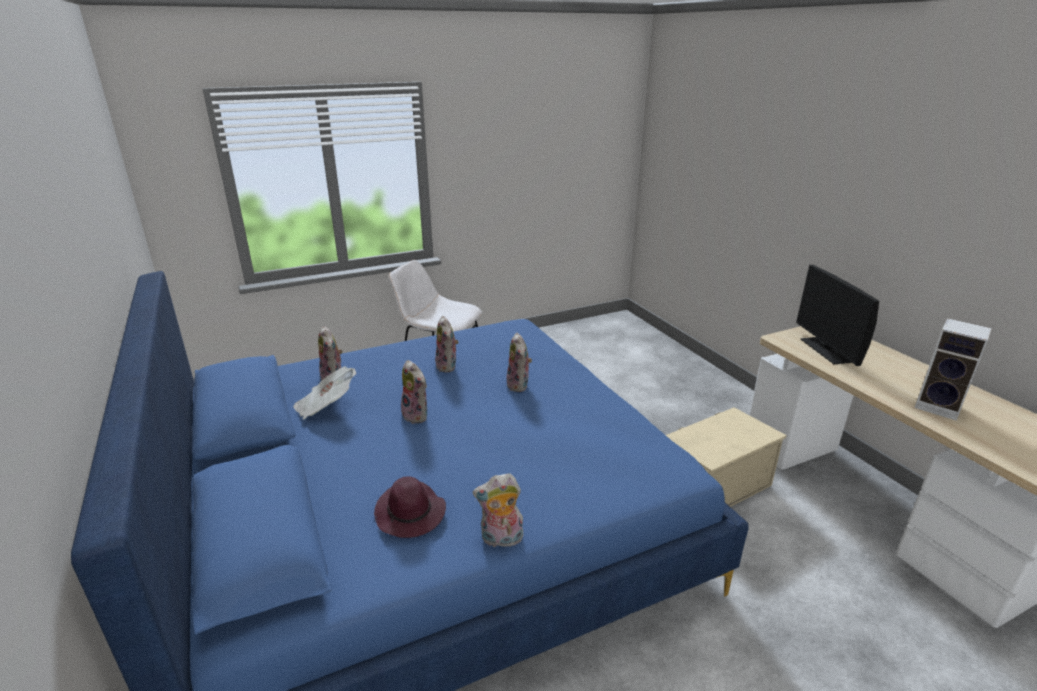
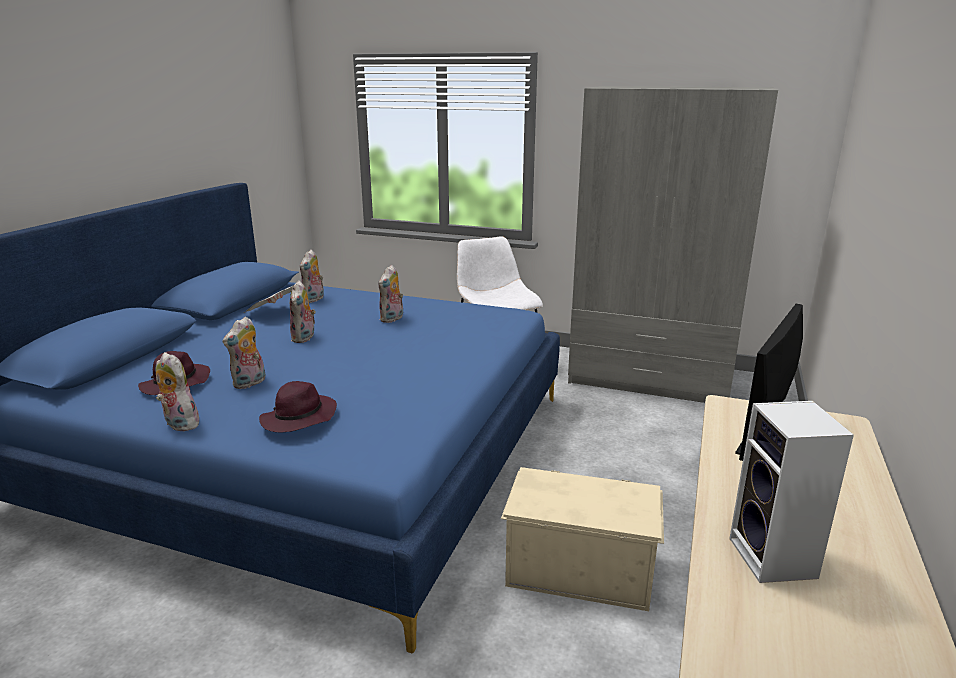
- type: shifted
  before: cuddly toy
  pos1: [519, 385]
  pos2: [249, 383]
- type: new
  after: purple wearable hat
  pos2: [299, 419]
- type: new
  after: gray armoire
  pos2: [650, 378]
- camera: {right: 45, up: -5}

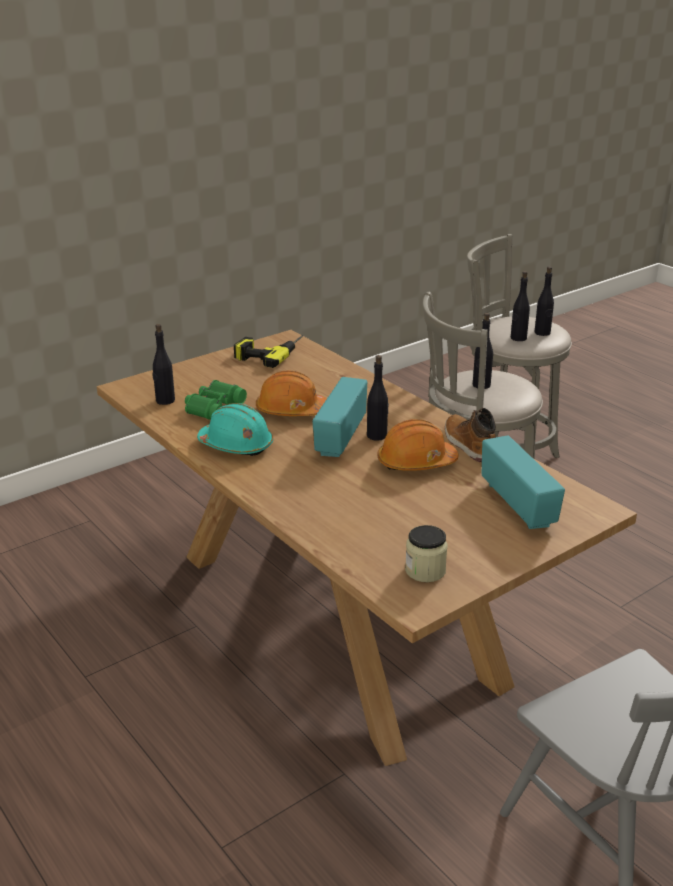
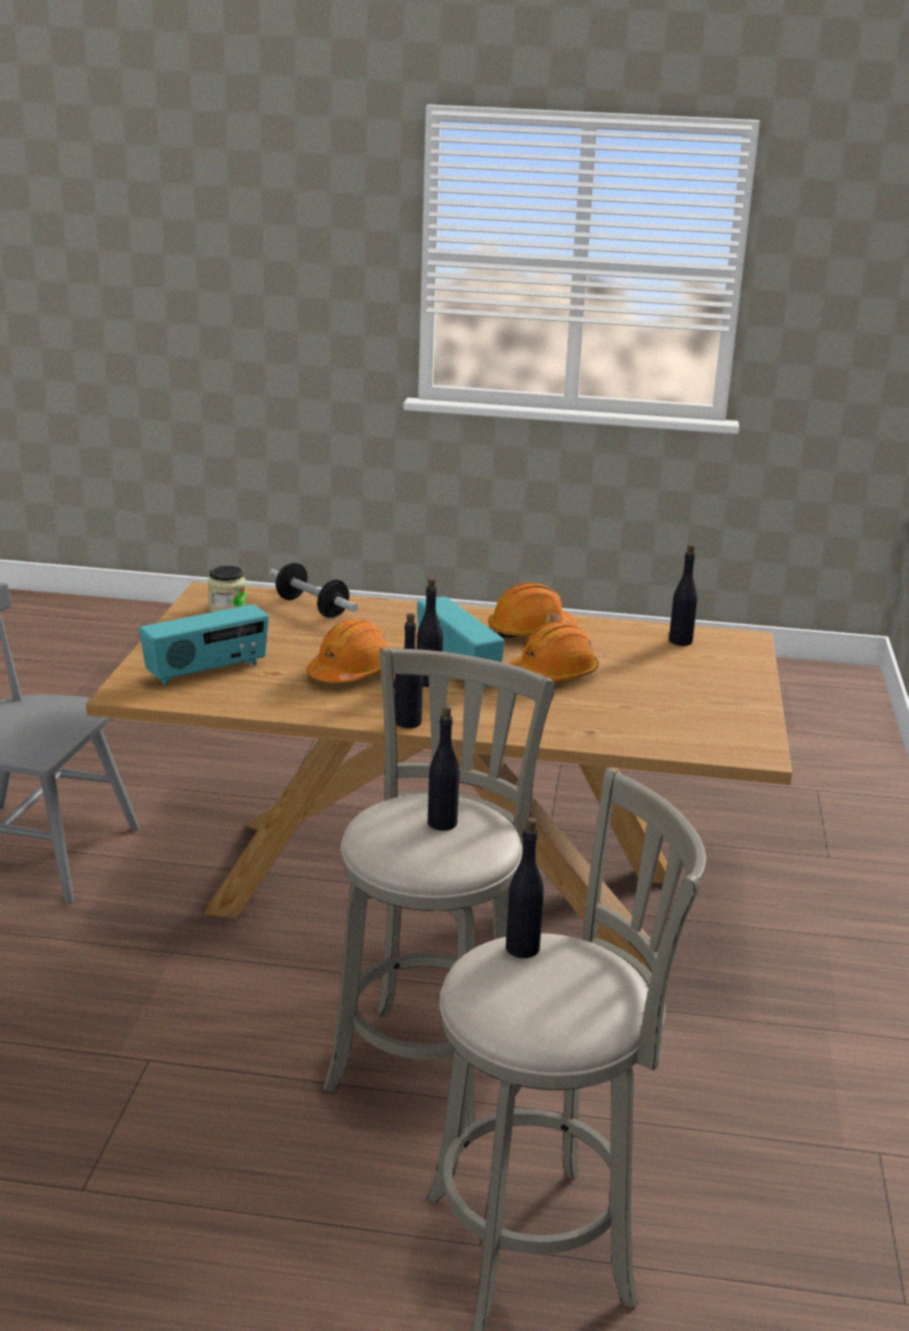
- type: gone
  before: greenish pair of binoculars
  pos1: [213, 407]
- type: repainted
  before: turquoise-coloured work helmet
  after: orange work helmet
  pos1: [236, 445]
  pos2: [530, 631]
- type: gone
  before: drill
  pos1: [269, 352]
- type: gone
  before: high-top boot
  pos1: [468, 445]
- type: rotated
  before: radio set
  pos1: [518, 505]
  pos2: [207, 671]
  turn: -60
- type: shifted
  before: black drink bottle
  pos1: [542, 333]
  pos2: [407, 722]
- type: new
  after: hand weight
  pos2: [312, 608]
- camera: {right: 135, up: -5}

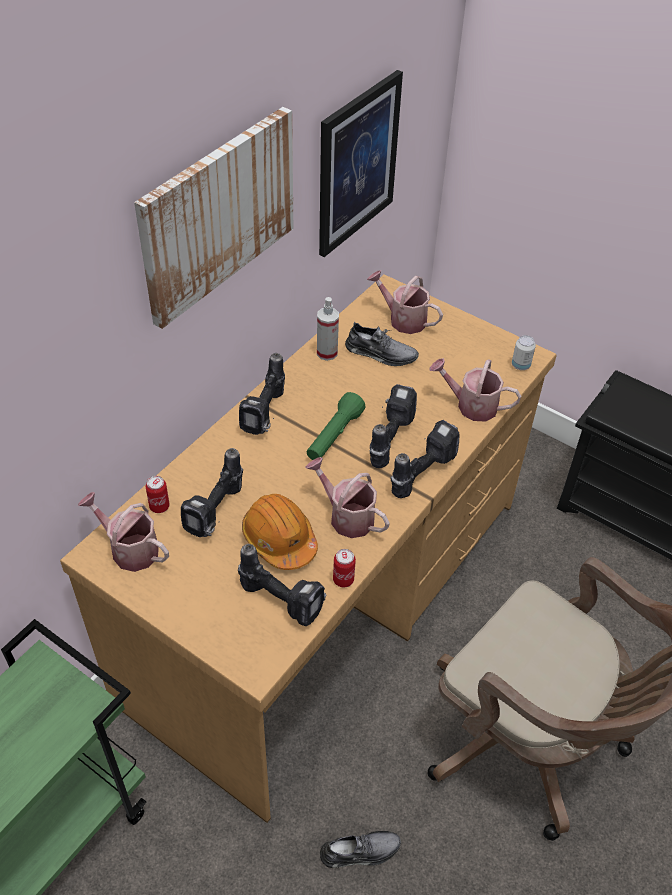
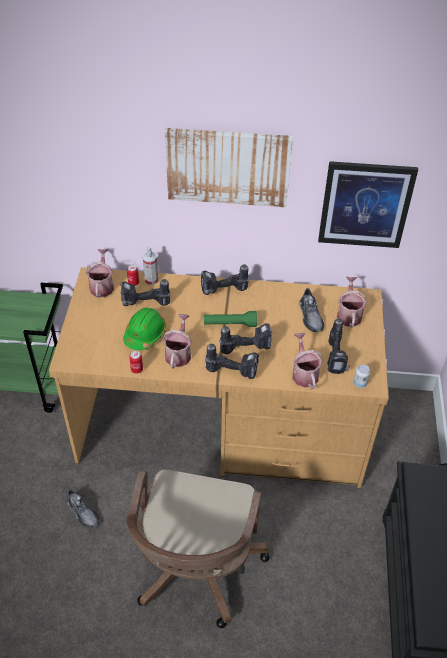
- type: shifted
  before: drill
  pos1: [284, 600]
  pos2: [337, 359]
- type: repainted
  before: orange work helmet
  after: greenish work helmet
  pos1: [279, 539]
  pos2: [145, 334]
- type: shifted
  before: spray bottle
  pos1: [327, 353]
  pos2: [151, 280]
- camera: {right: 60, up: 0}

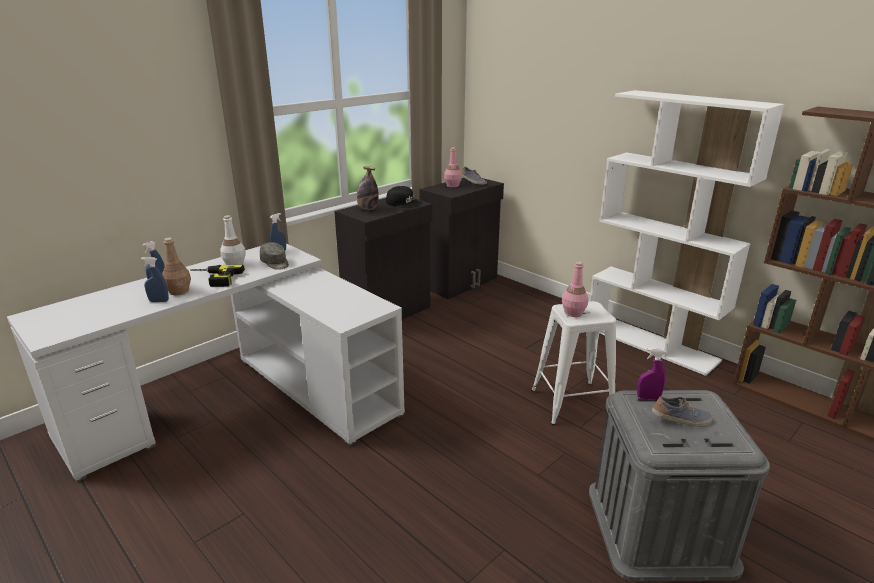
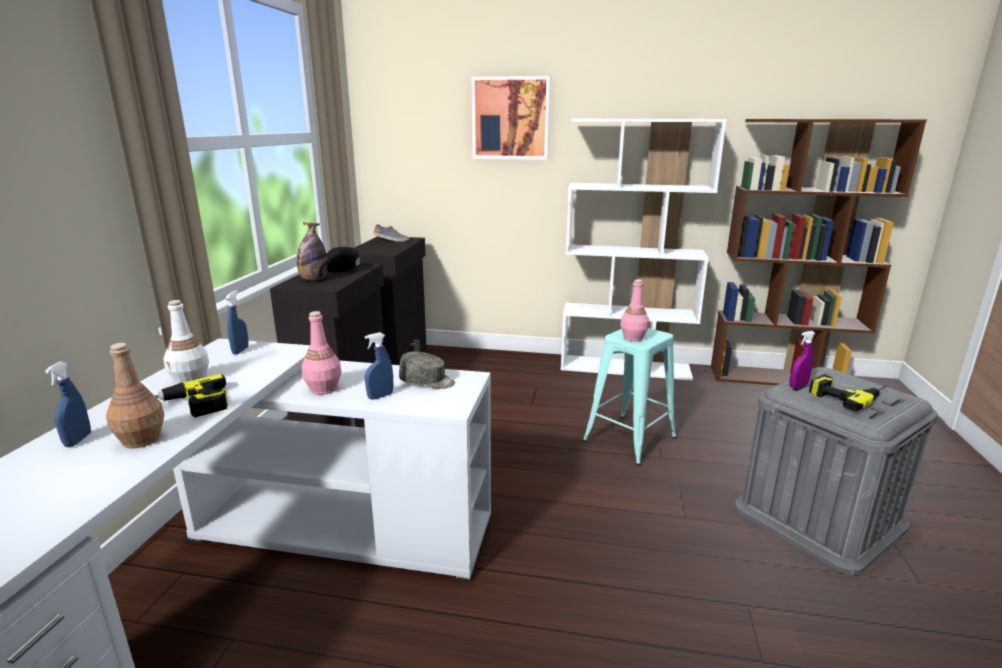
- type: shifted
  before: blue-coloured spray bottle
  pos1: [159, 301]
  pos2: [380, 396]
- type: shifted
  before: gray baseball cap
  pos1: [275, 263]
  pos2: [427, 381]
- type: shifted
  before: pink drink bottle
  pos1: [452, 185]
  pos2: [323, 389]
- type: repainted
  before: whitish stool seat
  after: turquoise-coloured stool seat
  pos1: [572, 403]
  pos2: [629, 439]
- type: swapped
  before: shoe
  after: drill
  pos1: [681, 421]
  pos2: [847, 394]
- type: new
  after: picture
  pos2: [510, 118]
- camera: {right: -35, up: -5}

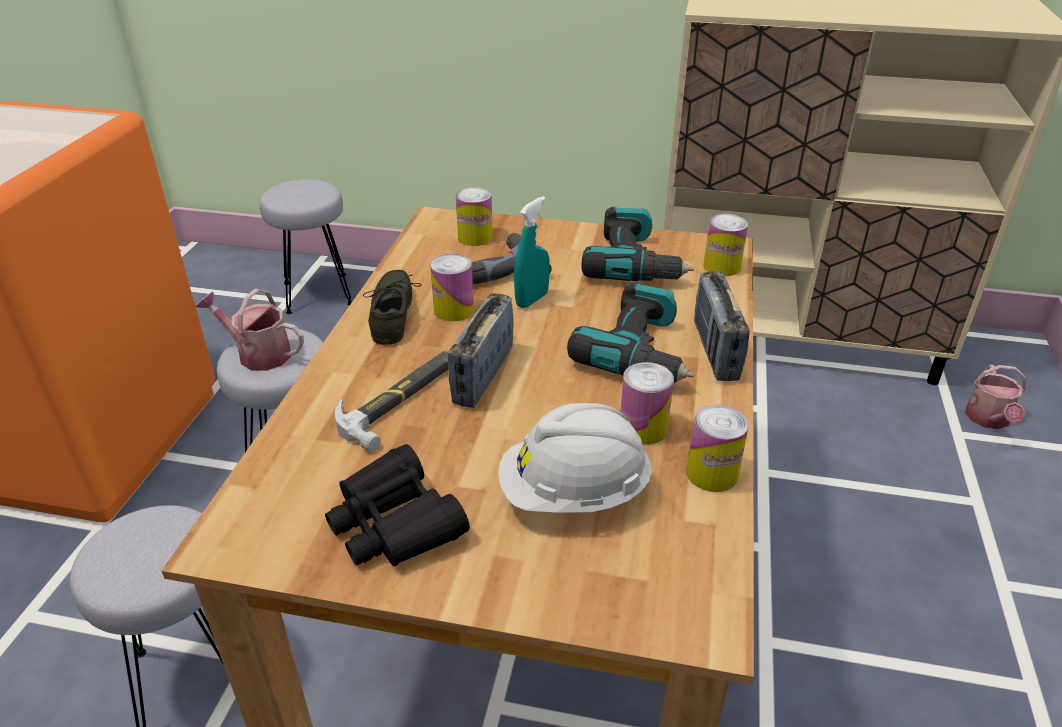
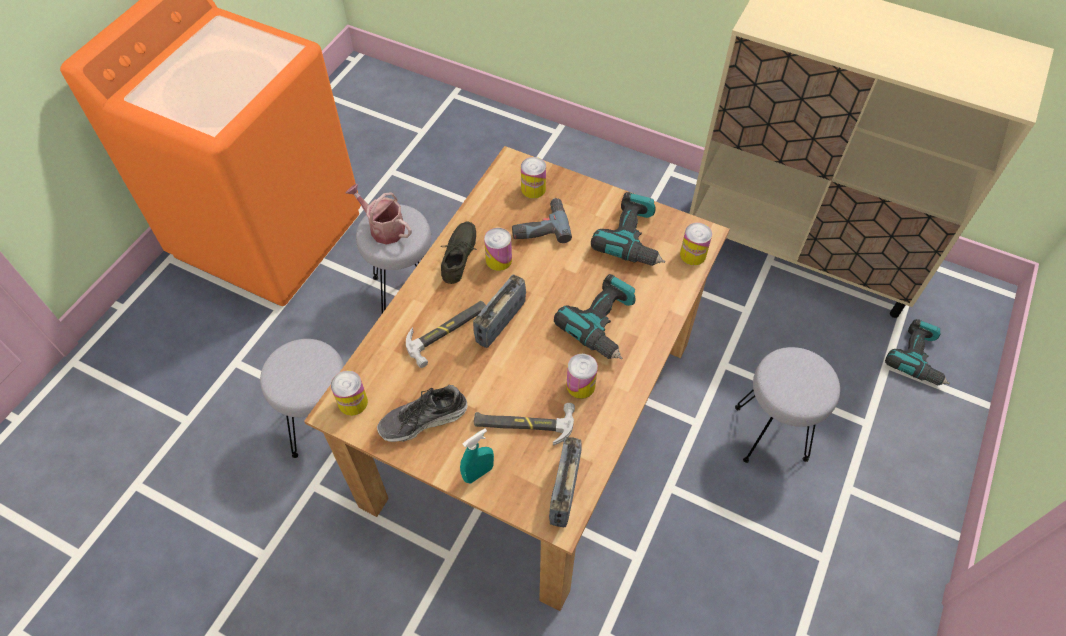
- type: shifted
  before: gray stool seat
  pos1: [317, 294]
  pos2: [770, 434]
- type: swapped
  before: black pair of binoculars
  after: shoe
  pos1: [395, 523]
  pos2: [423, 419]
- type: swapped
  before: whitish work helmet
  after: tool hammer
  pos1: [574, 493]
  pos2: [523, 423]
- type: shifted
  before: turquoise-coloured spray bottle
  pos1: [532, 300]
  pos2: [478, 473]
- type: shifted
  before: sealed can
  pos1: [712, 473]
  pos2: [353, 402]
- type: shifted
  before: radio set
  pos1: [715, 351]
  pos2: [564, 490]
- type: swapped
  before: watering can
  after: drill
  pos1: [989, 420]
  pos2: [918, 358]
- camera: {right: 15, up: 20}

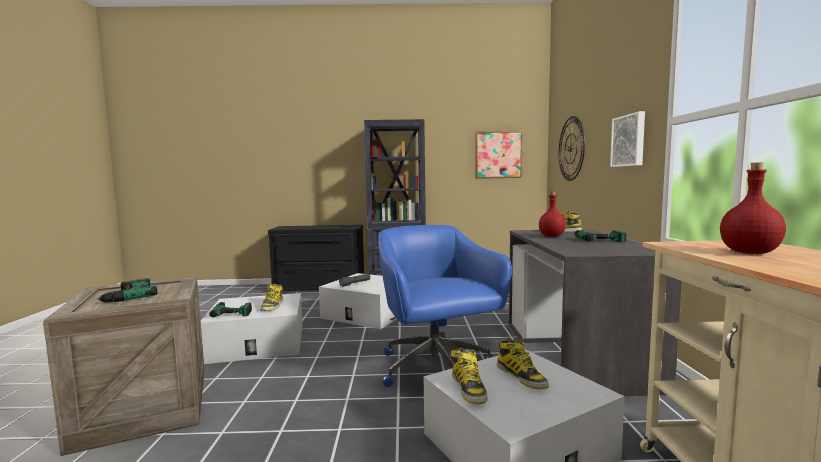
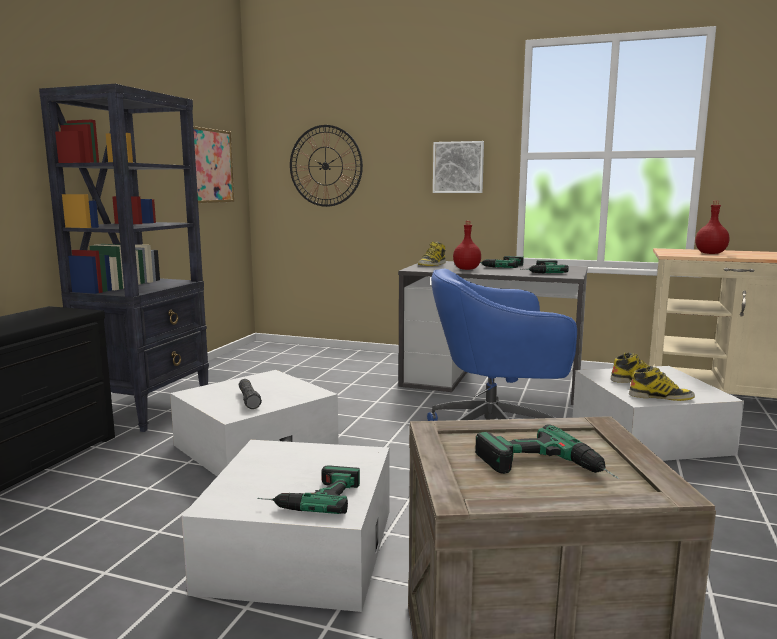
- type: gone
  before: high-top boot
  pos1: [272, 306]
- type: new
  after: drill
  pos2: [539, 271]
- camera: {right: -70, up: 5}

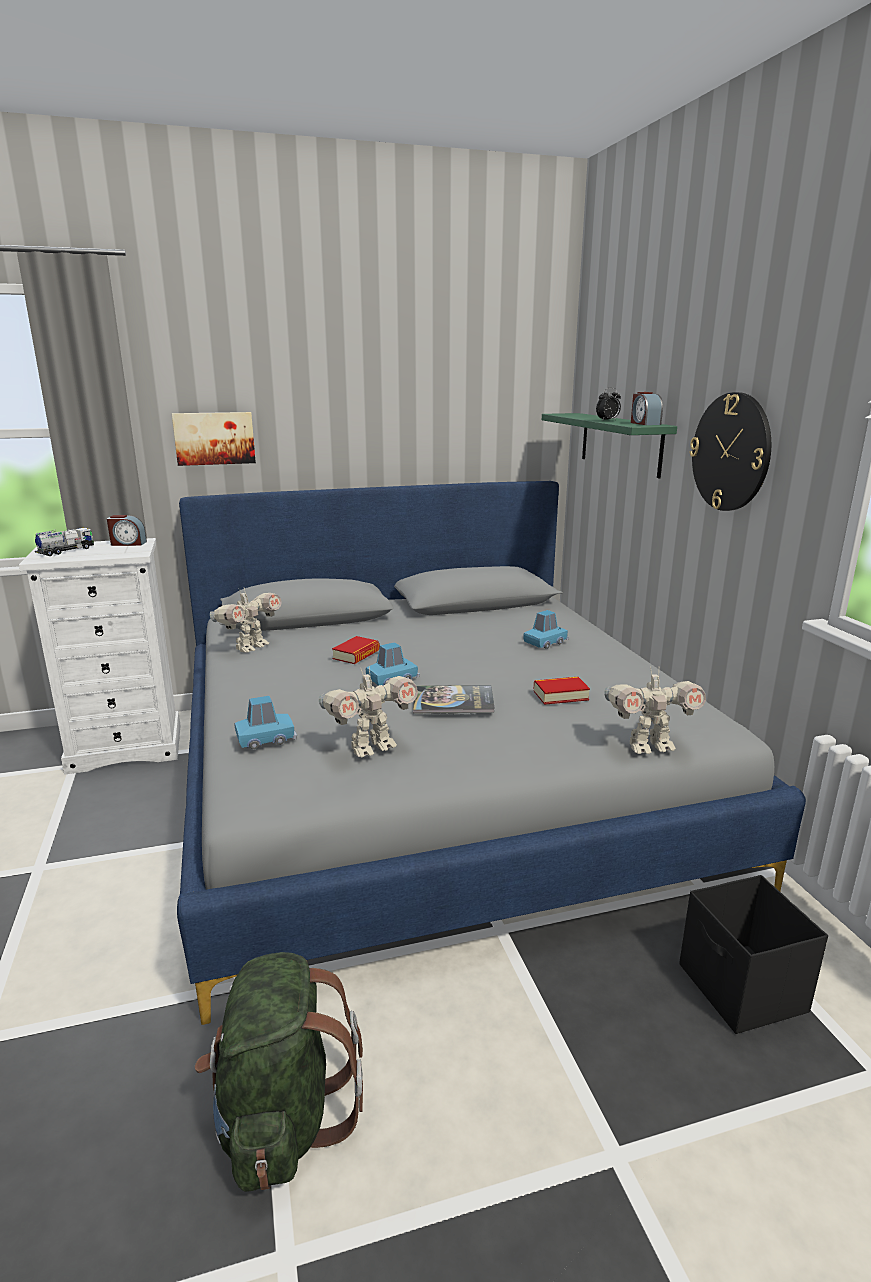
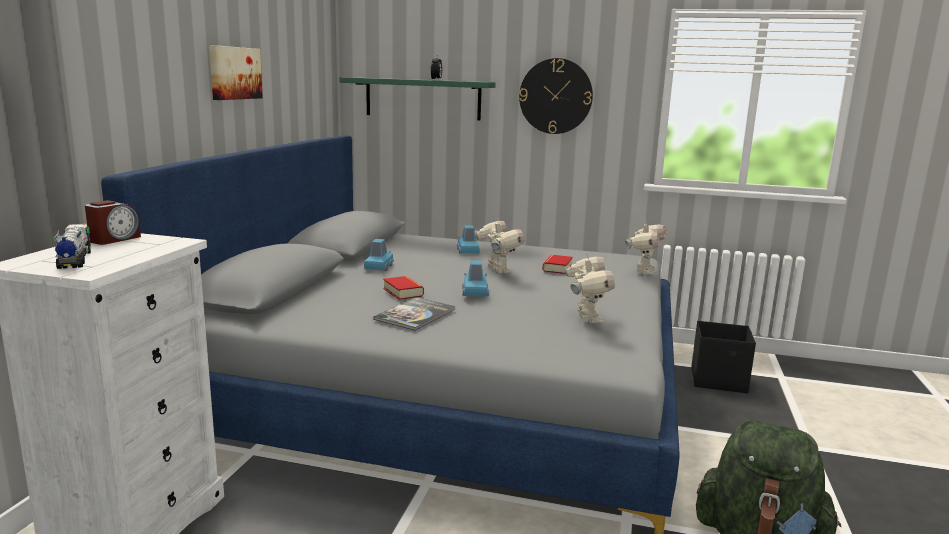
- type: shifted
  before: picture
  pos1: [214, 438]
  pos2: [234, 73]
- type: shifted
  before: model robot
  pos1: [250, 647]
  pos2: [498, 270]
- type: shifted
  before: blue-coloured model car
  pos1: [266, 739]
  pos2: [379, 267]
- type: shifted
  before: bound book
  pos1: [453, 701]
  pos2: [415, 315]
- type: gone
  before: table clock
  pos1: [644, 423]
- camera: {right: -60, up: -5}

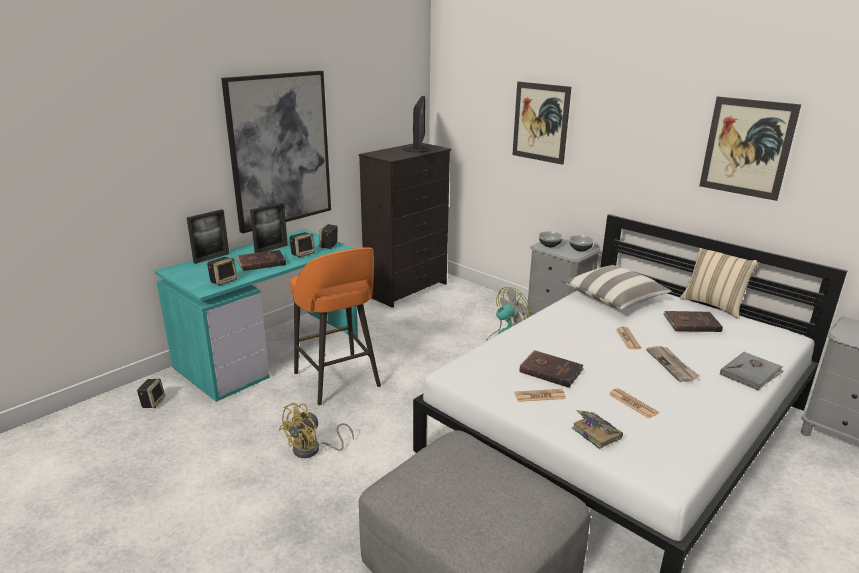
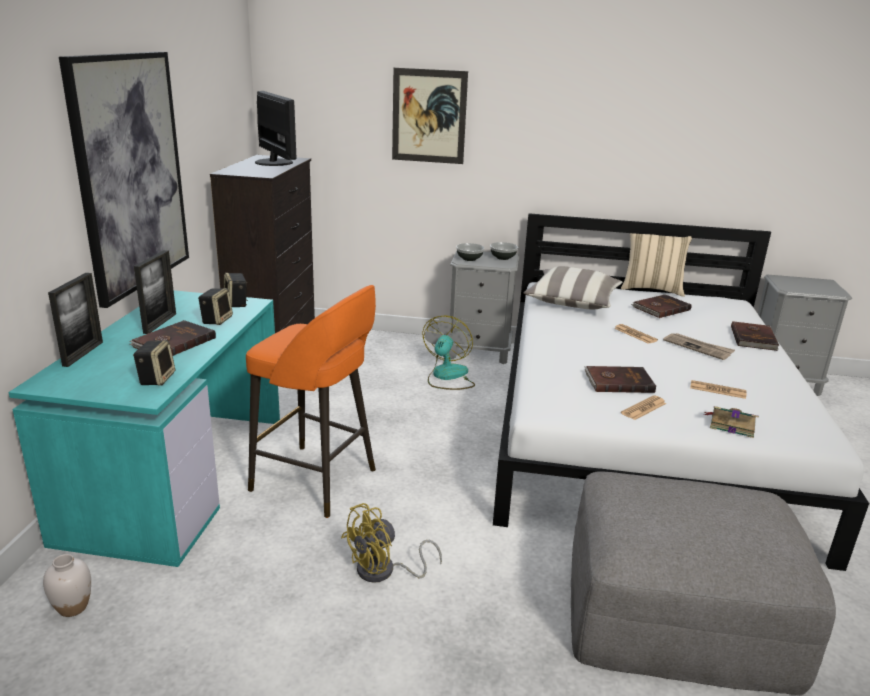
- type: swapped
  before: speaker
  after: whitish decorative vase
  pos1: [153, 402]
  pos2: [73, 607]
- type: rotated
  before: yellow-coloured fan
  pos1: [312, 450]
  pos2: [384, 572]
  turn: 45
- type: gone
  before: picture
  pos1: [747, 148]
- type: repainted
  before: gray bound book
  after: brown bound book
  pos1: [751, 373]
  pos2: [754, 338]
- camera: {right: -35, up: 0}

